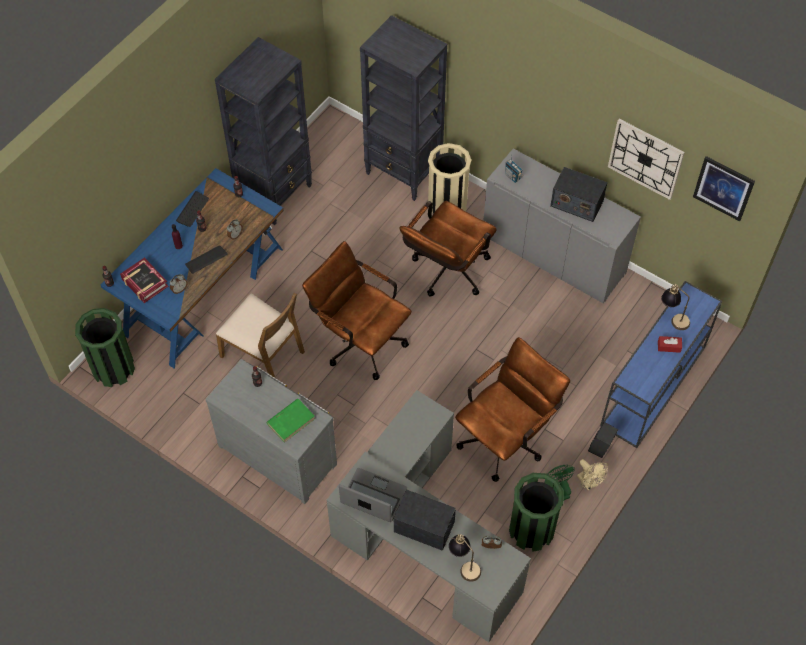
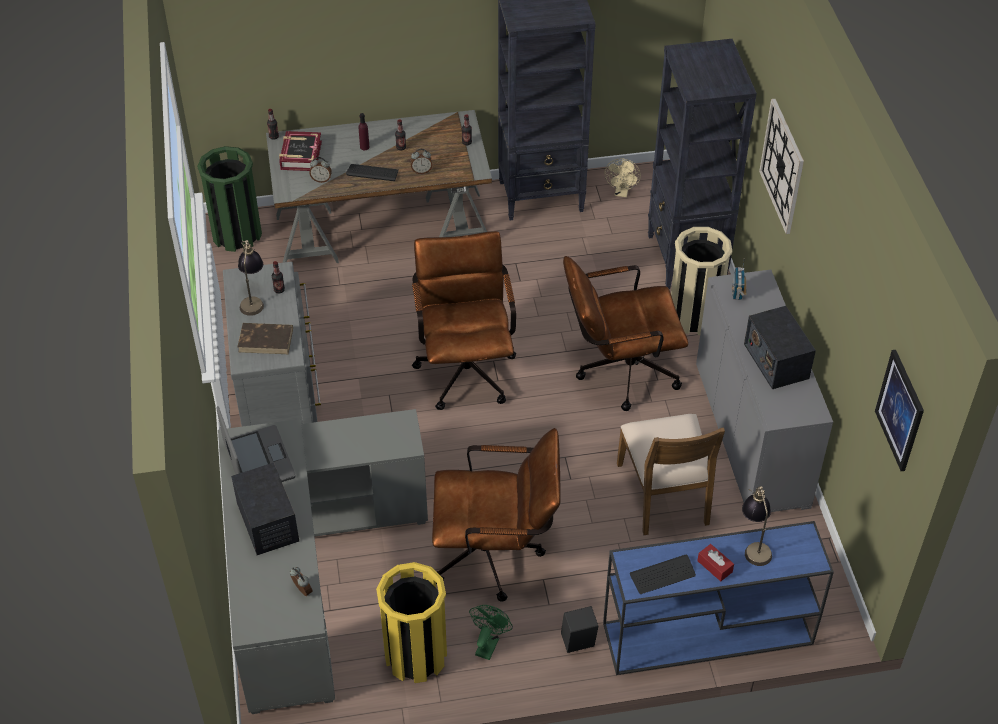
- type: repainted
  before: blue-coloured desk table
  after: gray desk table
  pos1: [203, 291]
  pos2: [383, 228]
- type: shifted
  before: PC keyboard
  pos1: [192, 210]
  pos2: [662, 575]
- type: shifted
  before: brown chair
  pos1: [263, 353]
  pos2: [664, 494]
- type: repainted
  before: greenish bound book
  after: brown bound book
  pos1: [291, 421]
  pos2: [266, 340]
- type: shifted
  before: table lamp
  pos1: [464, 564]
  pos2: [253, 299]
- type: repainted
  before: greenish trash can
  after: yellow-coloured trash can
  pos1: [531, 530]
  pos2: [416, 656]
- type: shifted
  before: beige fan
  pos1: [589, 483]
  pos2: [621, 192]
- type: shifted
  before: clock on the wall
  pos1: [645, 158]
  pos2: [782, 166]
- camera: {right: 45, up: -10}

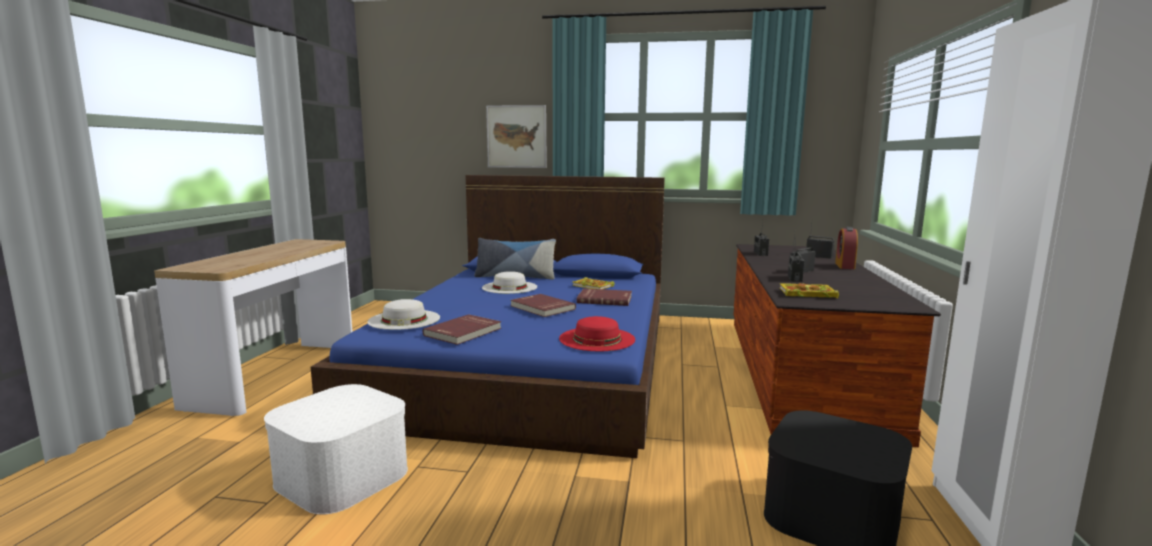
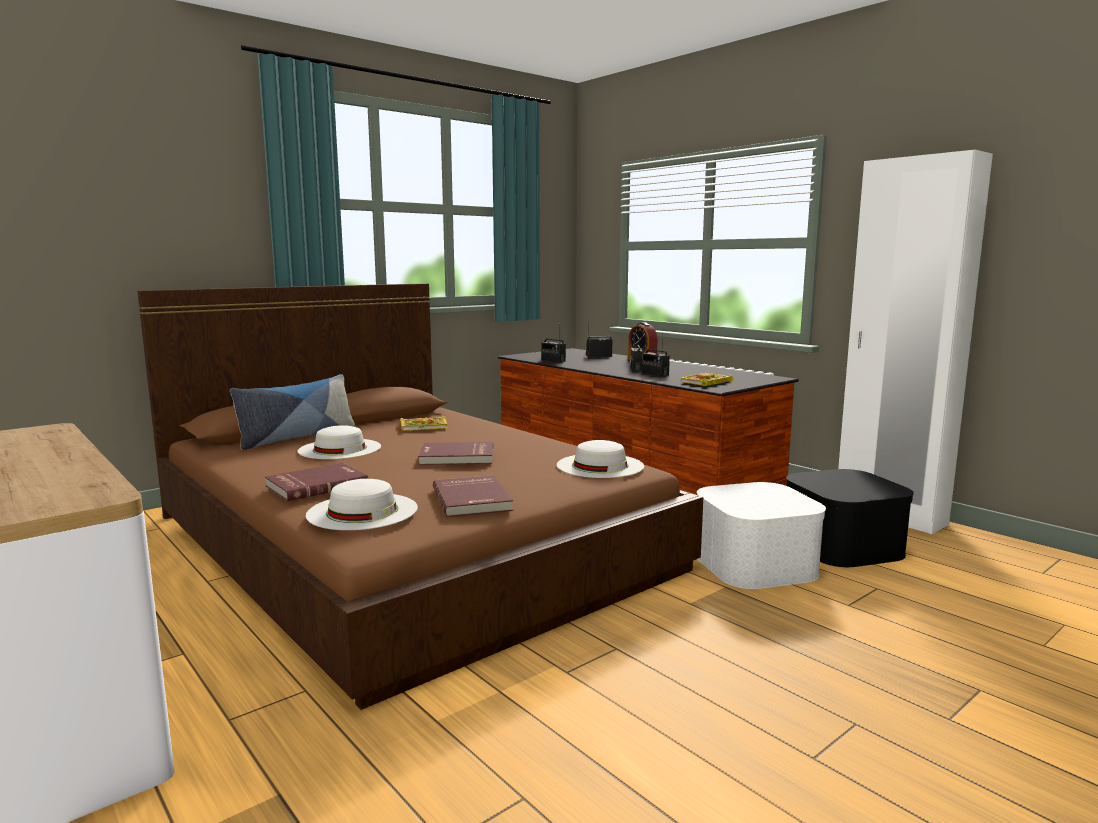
- type: shifted
  before: whitish storage bin
  pos1: [341, 475]
  pos2: [755, 564]
- type: repainted
  before: blue-coloured bed
  after: brown bed
  pos1: [531, 361]
  pos2: [406, 540]
- type: gone
  before: picture
  pos1: [516, 136]
- type: repainted
  before: red wearable hat
  after: whitish wearable hat
  pos1: [597, 339]
  pos2: [600, 465]
- type: shifted
  before: red bound book
  pos1: [605, 299]
  pos2: [316, 485]
- camera: {right: -50, up: 0}

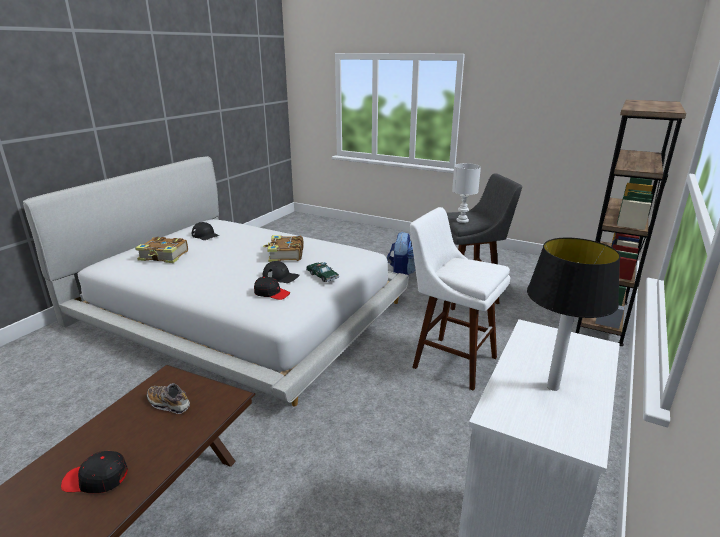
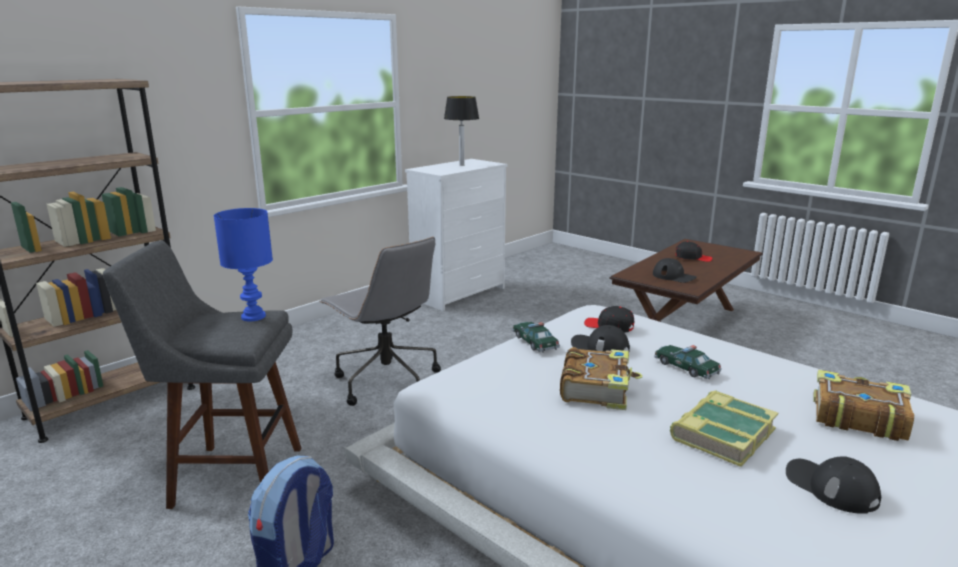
- type: swapped
  before: shoe
  after: black baseball cap
  pos1: [169, 404]
  pos2: [674, 276]
- type: swapped
  before: whitish stool seat
  after: gray office chair
  pos1: [450, 360]
  pos2: [386, 382]
- type: repainted
  before: whitish table lamp
  after: blue-coloured table lamp
  pos1: [462, 220]
  pos2: [254, 316]
- type: new
  after: model car
  pos2: [686, 368]
- type: new
  after: bound book
  pos2: [722, 434]
- camera: {right: -165, up: -5}

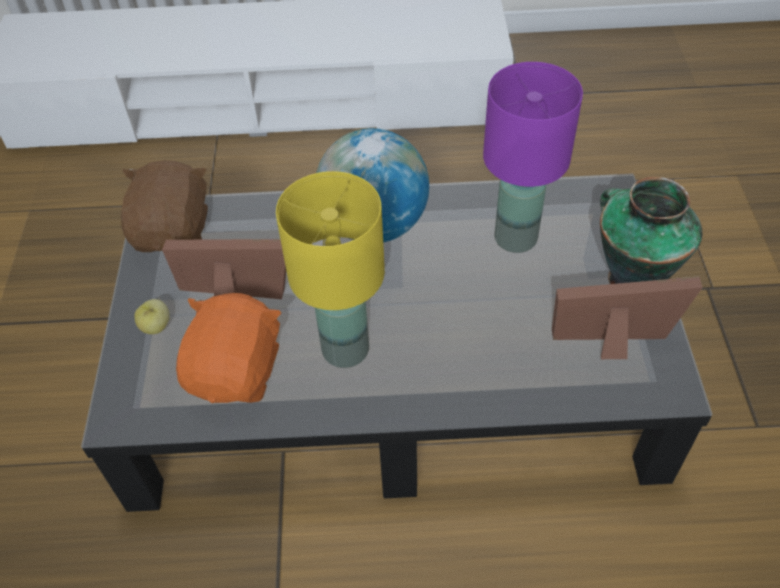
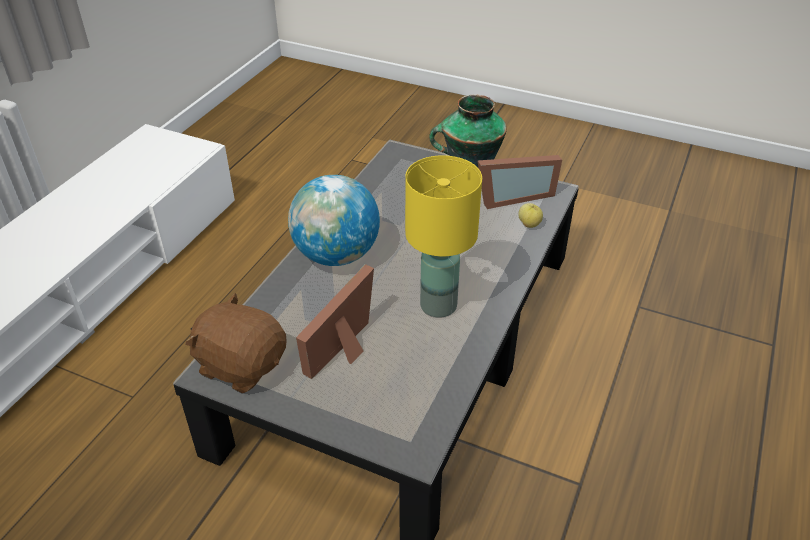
- type: shifted
  before: whole apple
  pos1: [156, 327]
  pos2: [529, 224]
- type: gone
  before: orange cuddly toy
  pos1: [237, 371]
- type: gone
  before: purple table lamp
  pos1: [515, 238]
- type: rotated
  before: photo frame
  pos1: [616, 343]
  pos2: [512, 196]
  turn: -135
- camera: {right: -65, up: -10}

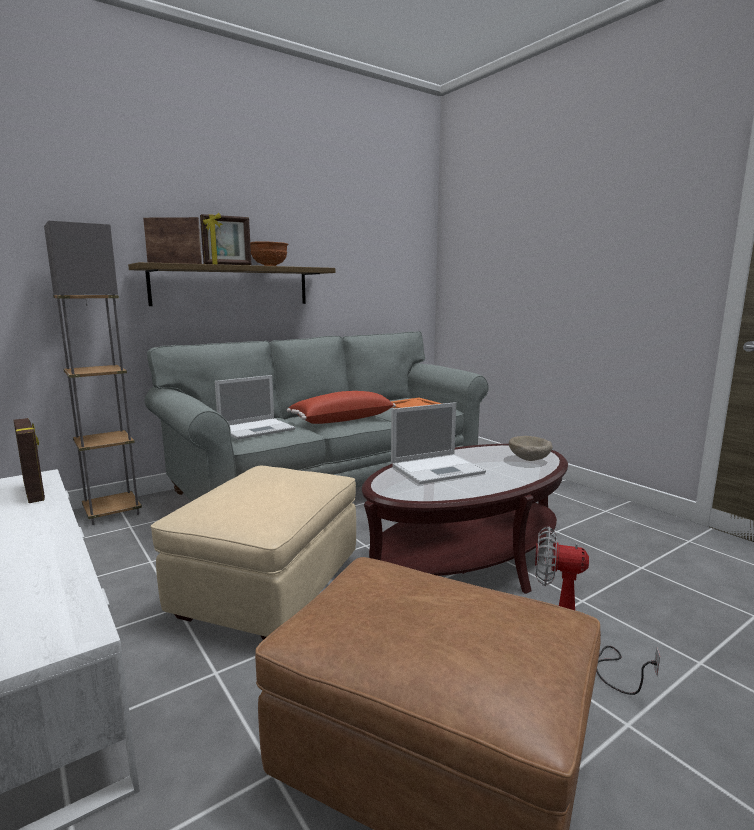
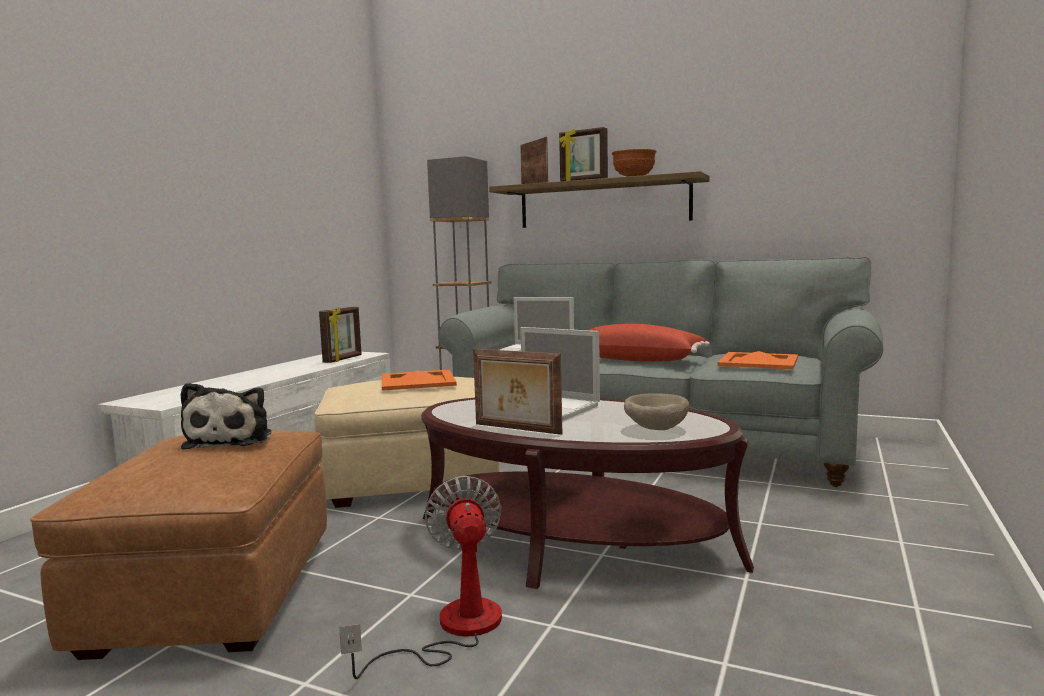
- type: new
  after: cuddly toy
  pos2: [231, 440]
- type: new
  after: orange carrying tray
  pos2: [418, 381]
- type: new
  after: photo frame
  pos2: [516, 429]
- camera: {right: 60, up: -5}

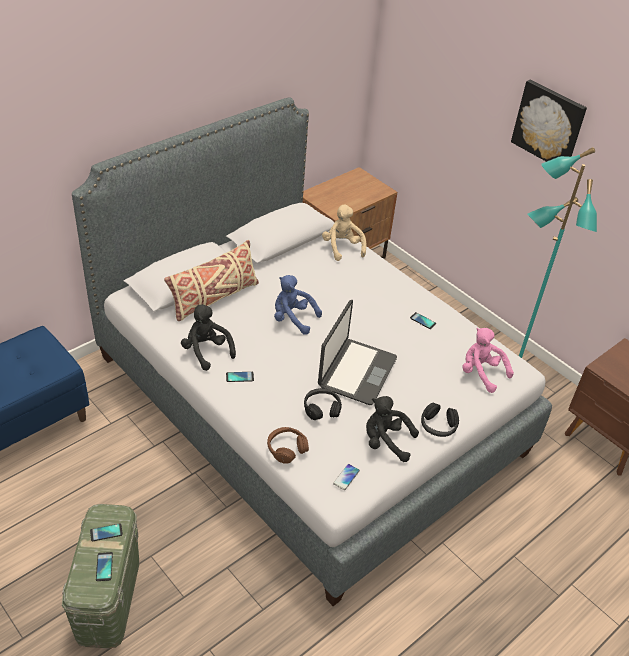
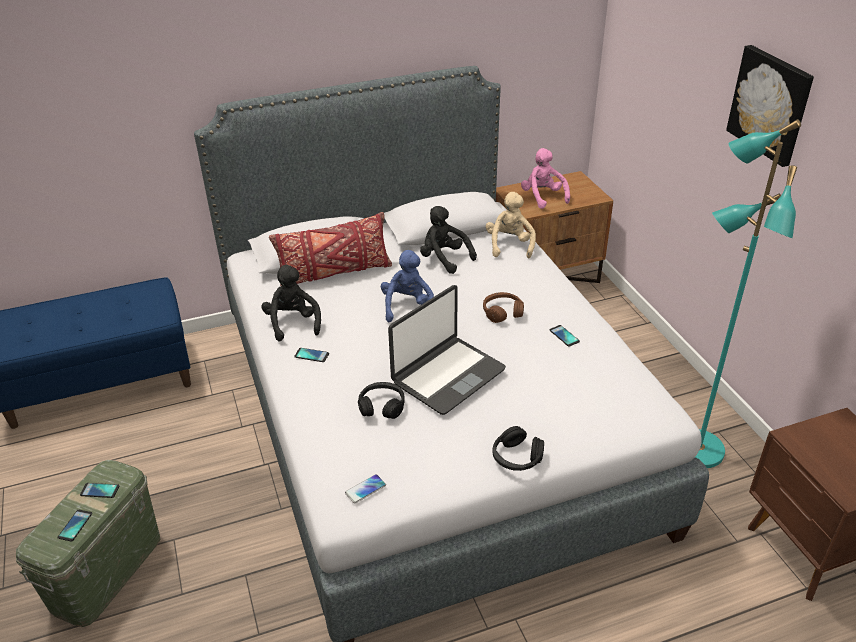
- type: repainted
  before: beige throw pillow
  after: red throw pillow
  pos1: [214, 298]
  pos2: [334, 273]
- type: shifted
  before: brown headphones
  pos1: [286, 448]
  pos2: [502, 312]
- type: rotated
  before: blue-coloured cuddly toy
  pos1: [292, 319]
  pos2: [408, 307]
  turn: 45
- type: shifted
  before: black cuddly toy
  pos1: [386, 442]
  pos2: [444, 259]
- type: shifted
  before: pink cuddly toy
  pos1: [481, 373]
  pos2: [543, 197]
- camera: {right: 25, up: -5}

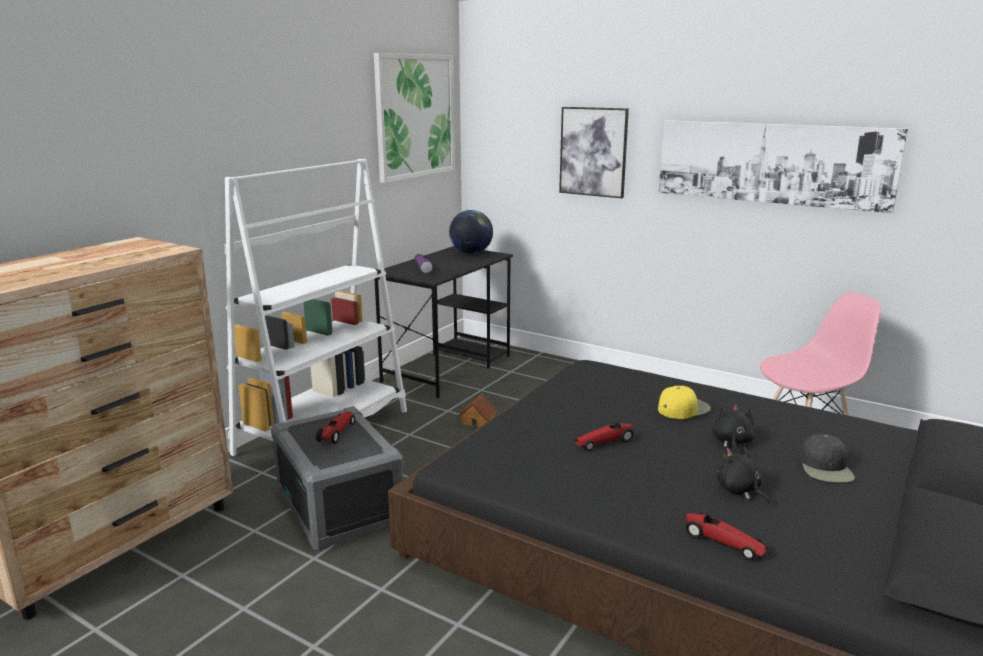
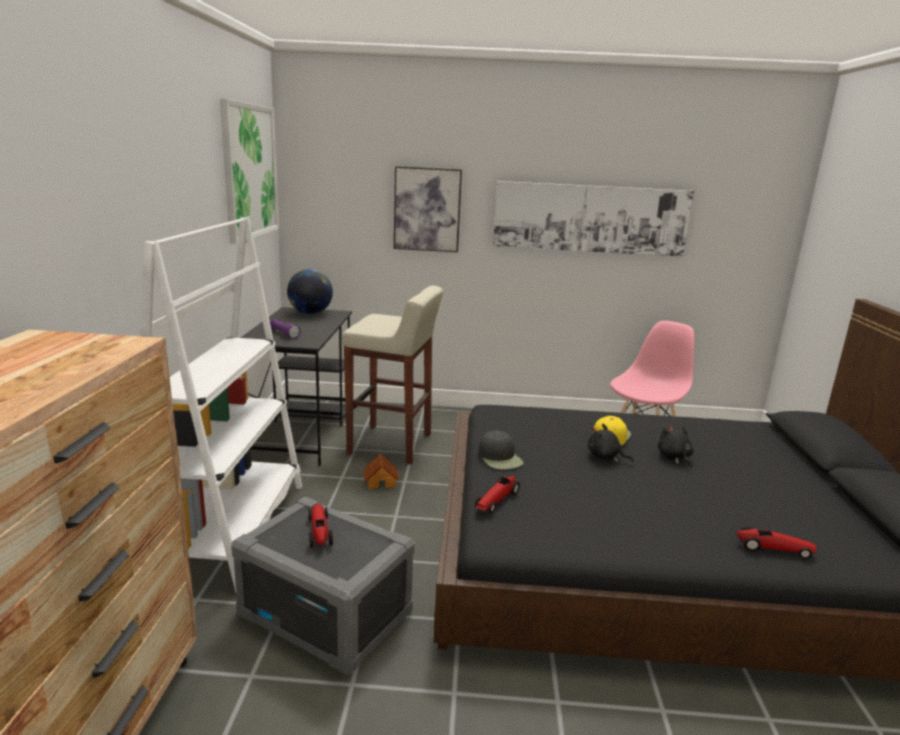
- type: shifted
  before: model car
  pos1: [604, 442]
  pos2: [497, 500]
- type: shifted
  before: black cuddly toy
  pos1: [740, 490]
  pos2: [605, 457]
- type: shifted
  before: black baseball cap
  pos1: [826, 468]
  pos2: [500, 458]
- type: new
  after: beige stool seat
  pos2: [392, 444]
- camera: {right: -30, up: 0}

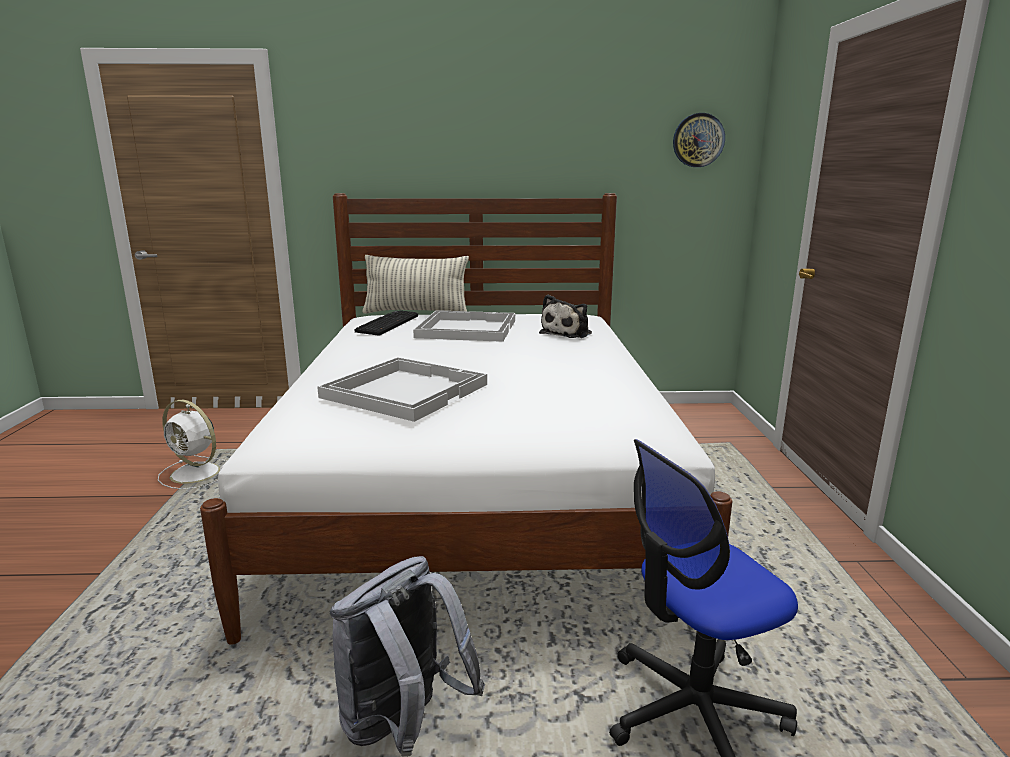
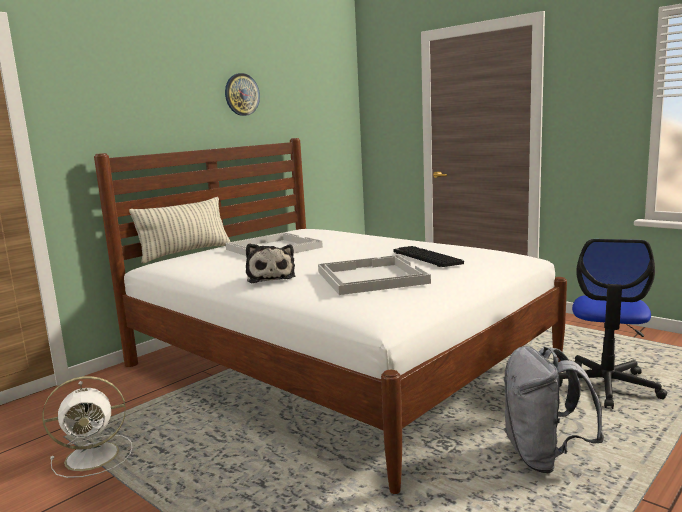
- type: shifted
  before: PC keyboard
  pos1: [387, 324]
  pos2: [425, 258]
- type: shifted
  before: cuddly toy
  pos1: [568, 333]
  pos2: [270, 277]
- type: shifted
  before: clock on the wall
  pos1: [698, 140]
  pos2: [241, 94]
- camera: {right: -45, up: -5}

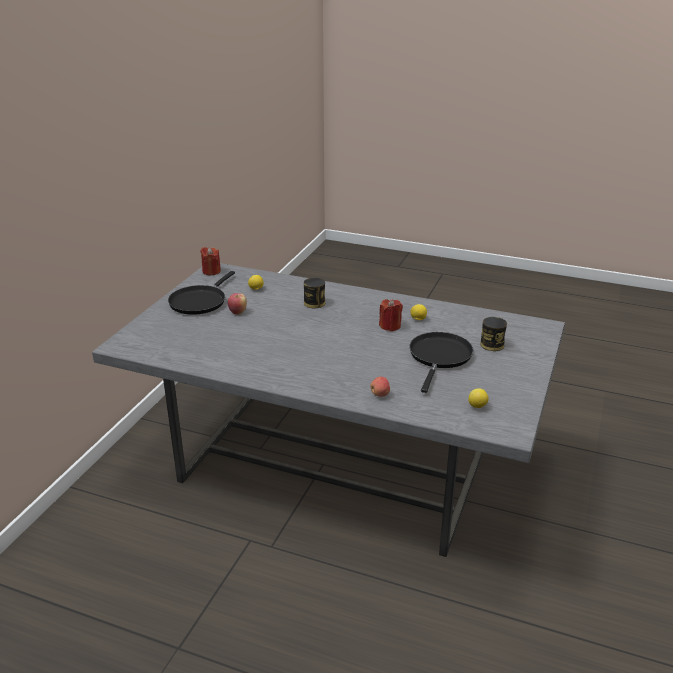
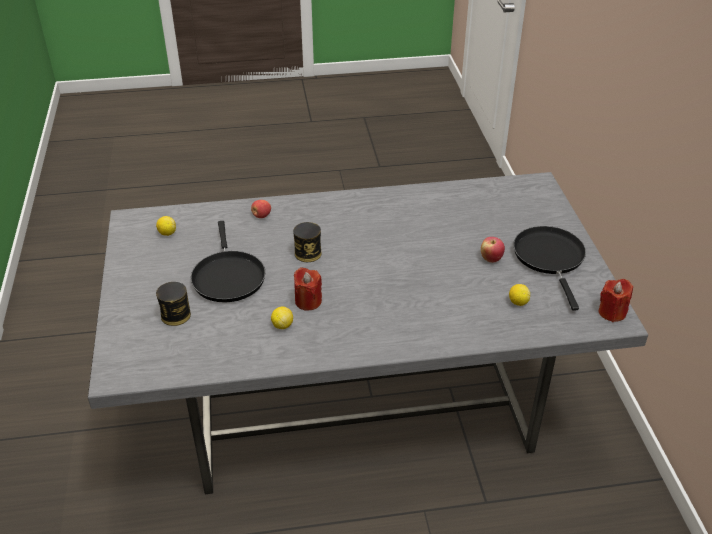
- type: shifted
  before: sealed can
  pos1: [314, 303]
  pos2: [308, 253]
- camera: {right: 150, up: 10}

